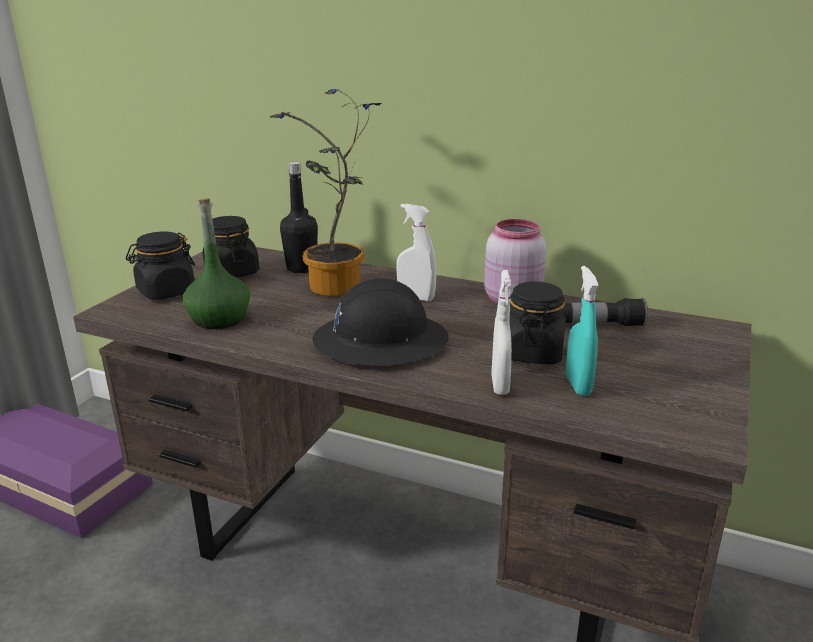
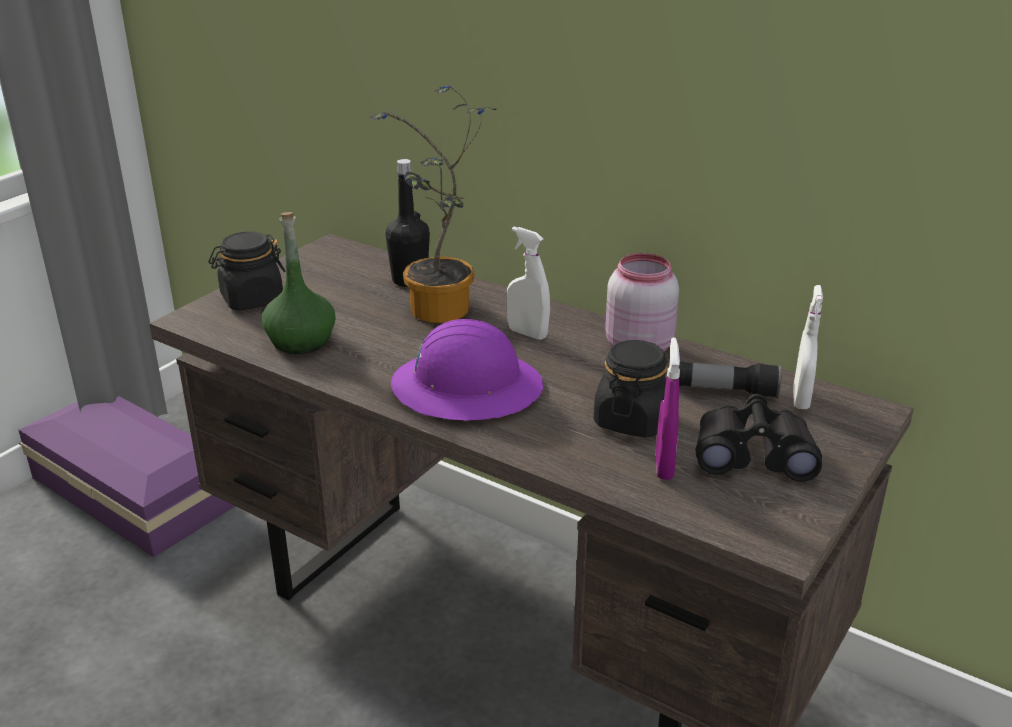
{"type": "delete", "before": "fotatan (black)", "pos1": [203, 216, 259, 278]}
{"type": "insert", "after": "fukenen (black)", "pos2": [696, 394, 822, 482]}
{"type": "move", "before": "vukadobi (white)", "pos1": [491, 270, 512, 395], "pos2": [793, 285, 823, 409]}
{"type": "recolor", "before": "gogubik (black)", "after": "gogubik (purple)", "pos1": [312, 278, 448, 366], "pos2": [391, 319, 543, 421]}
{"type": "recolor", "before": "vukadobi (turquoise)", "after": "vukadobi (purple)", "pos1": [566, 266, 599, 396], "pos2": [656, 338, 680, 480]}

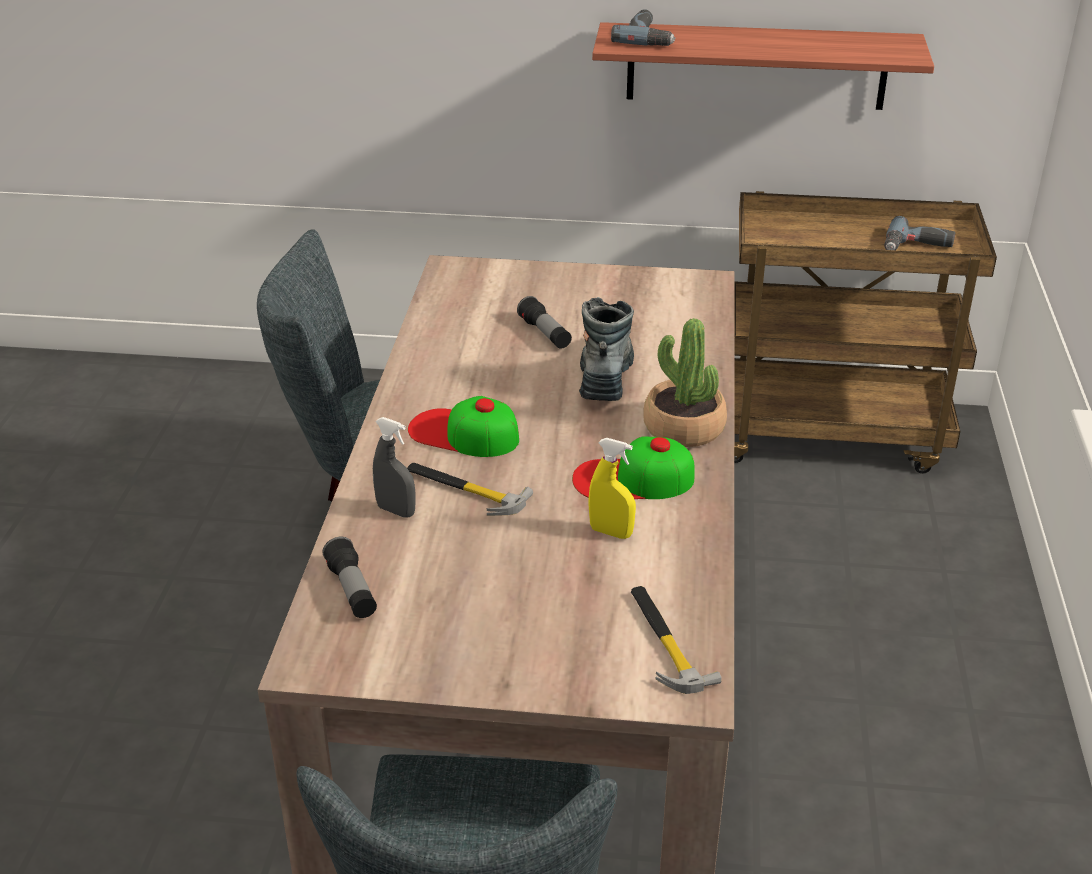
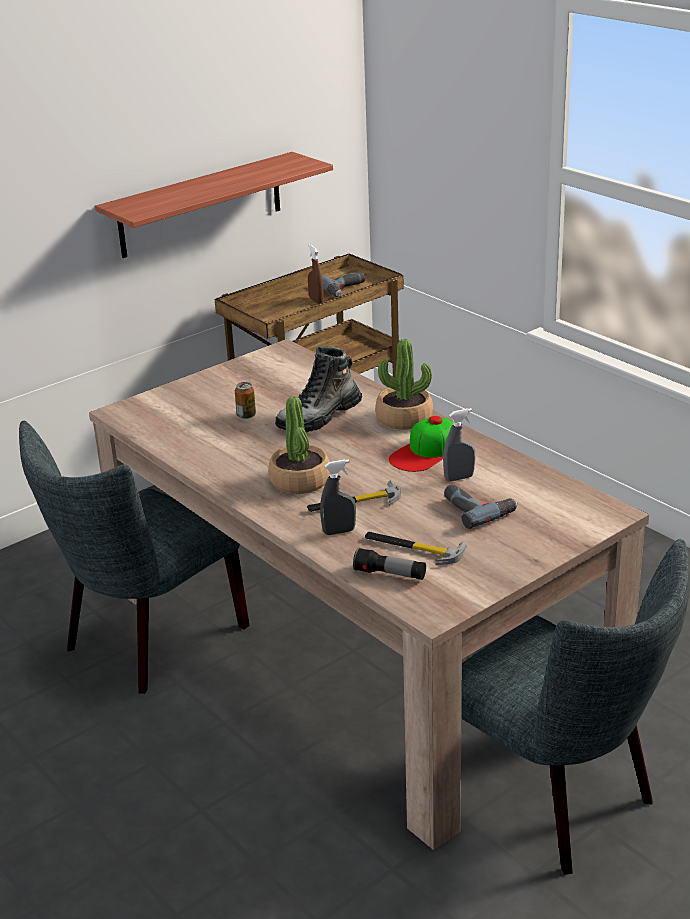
{"type": "insert", "after": "vukadobi (brown)", "pos2": [308, 244, 324, 304]}
{"type": "move", "before": "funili", "pos1": [611, 9, 675, 46], "pos2": [444, 484, 517, 529]}
{"type": "move", "before": "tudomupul", "pos1": [631, 586, 722, 694], "pos2": [365, 532, 467, 565]}
{"type": "replace", "before": "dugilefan", "after": "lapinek", "pos1": [408, 396, 519, 457], "pos2": [268, 396, 330, 494]}
{"type": "replace", "before": "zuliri", "after": "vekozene", "pos1": [517, 296, 572, 348], "pos2": [235, 382, 256, 419]}
{"type": "recolor", "before": "vukadobi (yellow)", "after": "vukadobi (grey)", "pos1": [588, 438, 636, 539], "pos2": [443, 408, 475, 481]}
{"type": "rotate", "before": "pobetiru", "pos1": [579, 297, 634, 401], "pos2": [275, 346, 362, 432], "turn": -90}

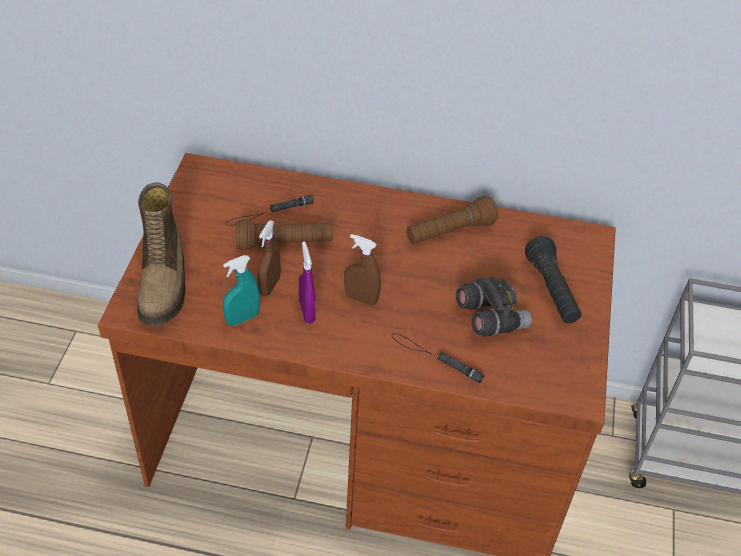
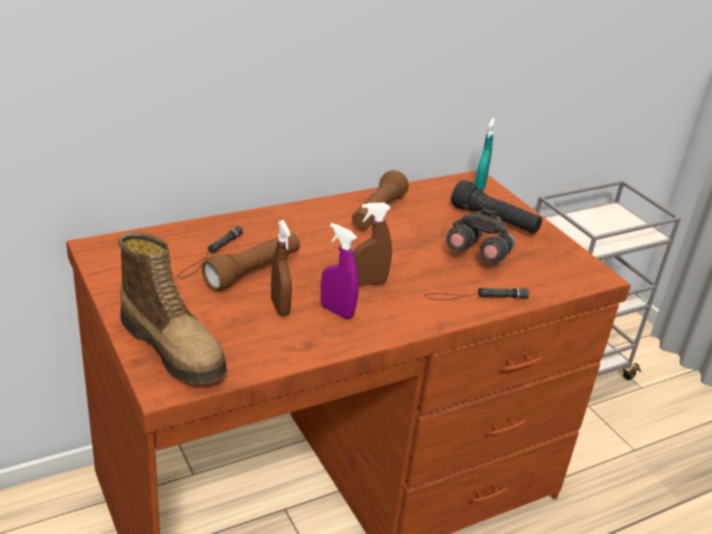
{"type": "move", "before": "vukadobi (turquoise)", "pos1": [223, 255, 260, 326], "pos2": [474, 118, 495, 191]}

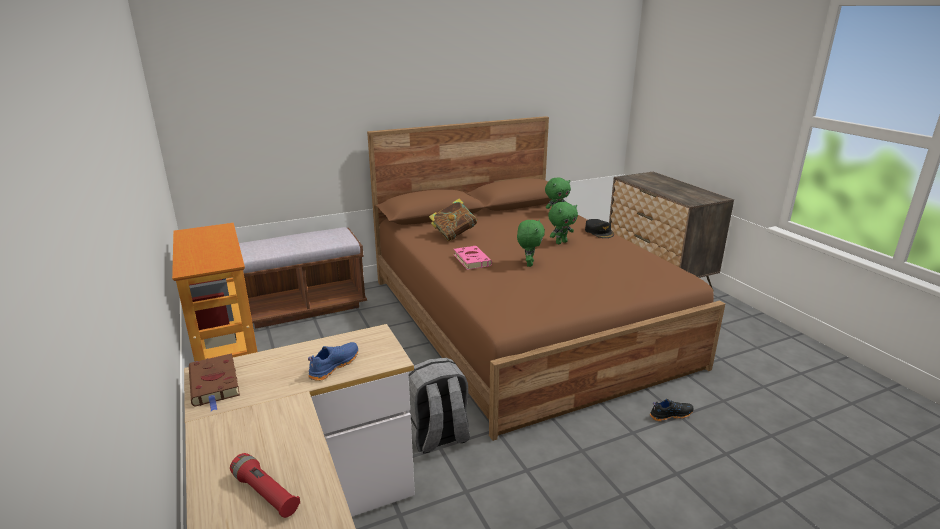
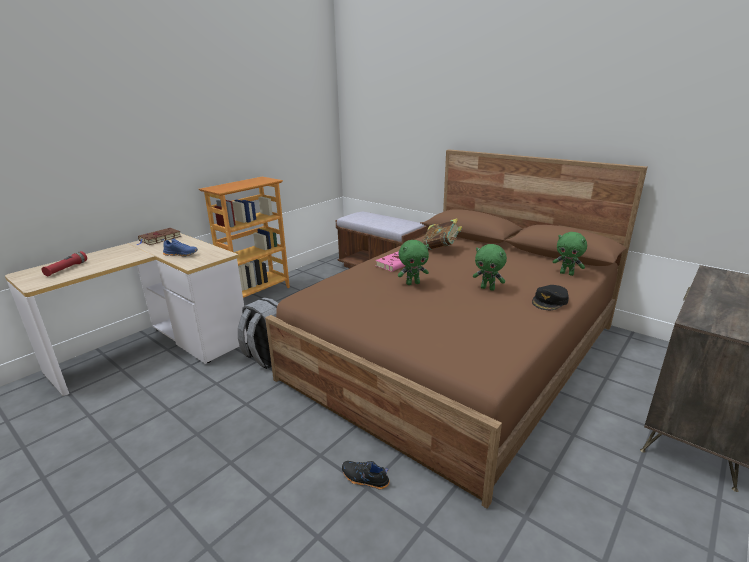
{"type": "rotate", "before": "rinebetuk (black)", "pos1": [650, 399, 693, 421], "pos2": [342, 461, 390, 490], "turn": 150}

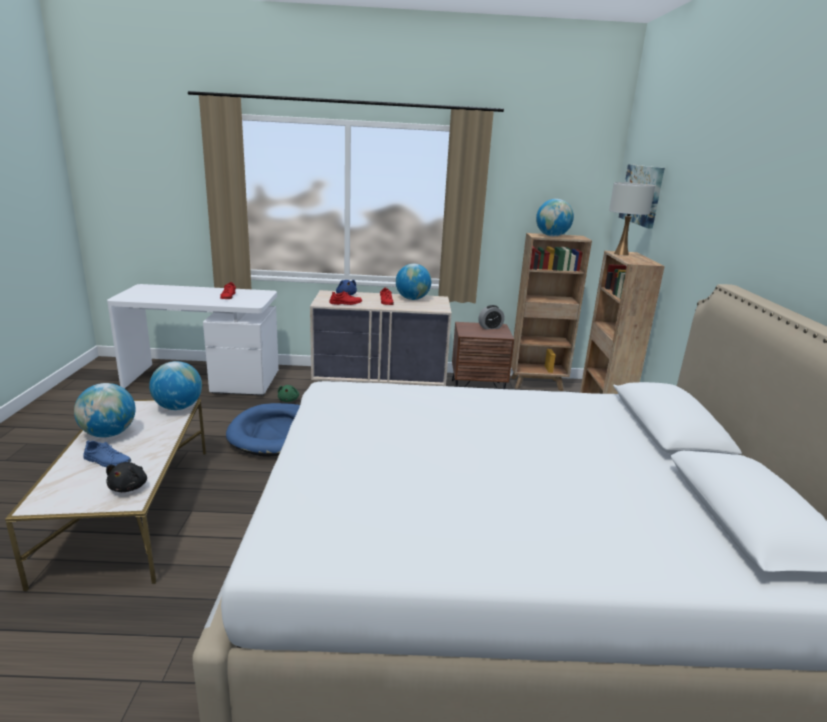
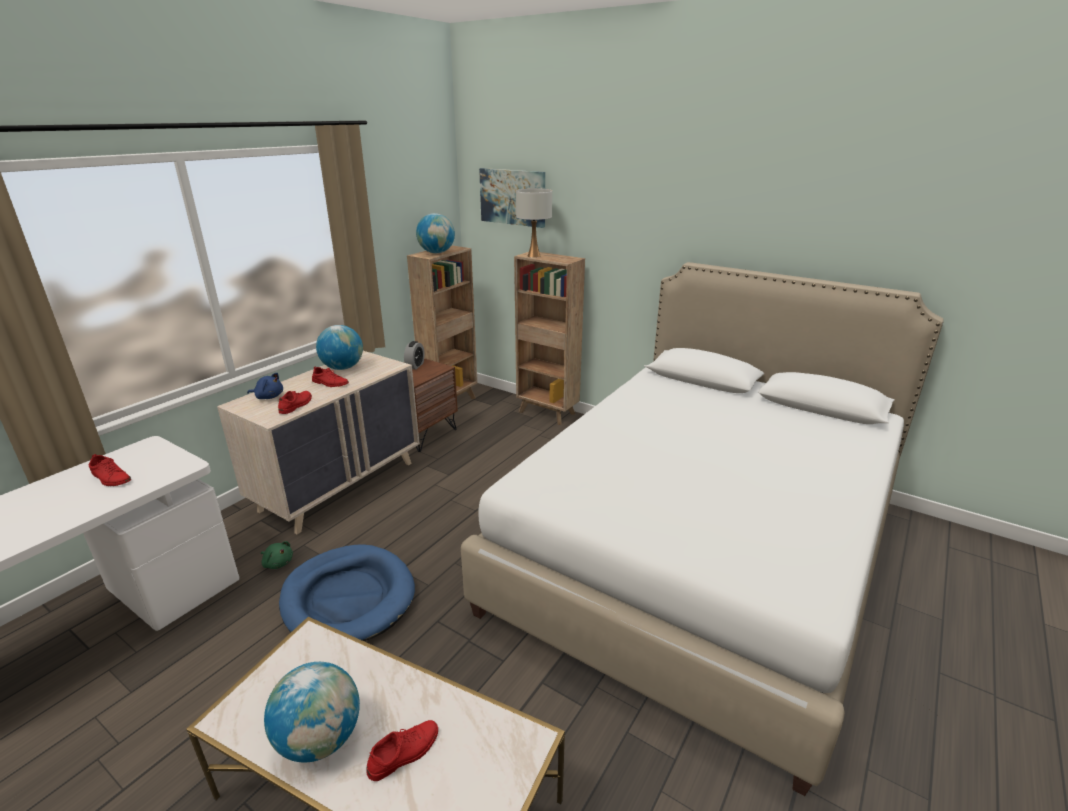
{"type": "delete", "before": "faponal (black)", "pos1": [106, 462, 147, 492]}
{"type": "delete", "before": "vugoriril", "pos1": [149, 361, 202, 410]}
{"type": "recolor", "before": "rinebetuk (blue)", "after": "rinebetuk (red)", "pos1": [83, 440, 131, 467], "pos2": [366, 720, 438, 781]}

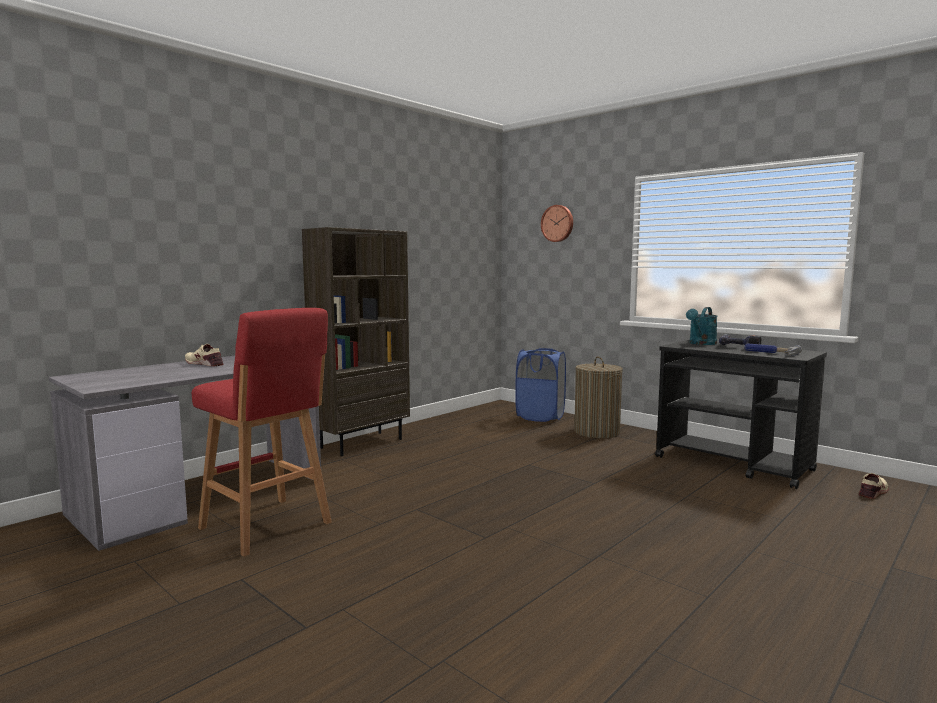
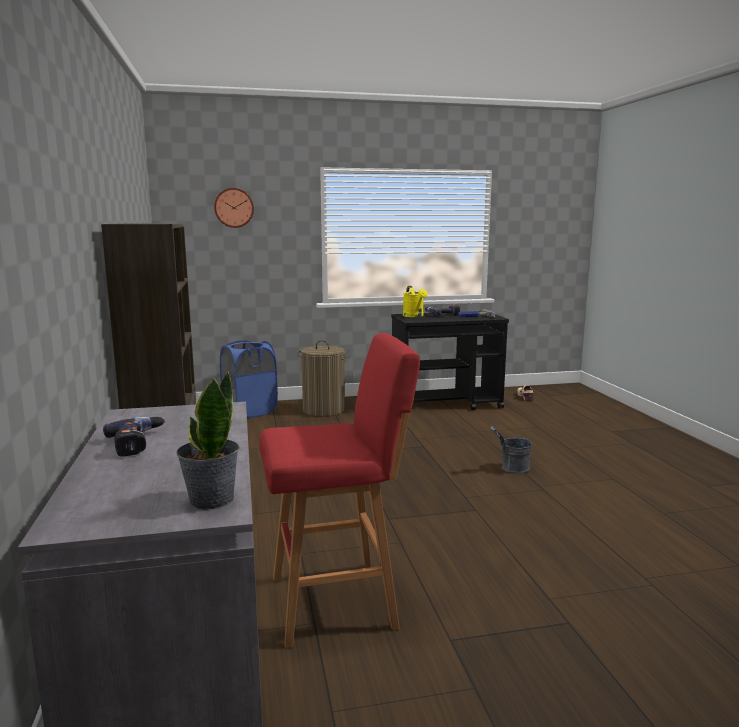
{"type": "insert", "after": "lapinek", "pos2": [176, 372, 240, 510]}
{"type": "insert", "after": "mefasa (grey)", "pos2": [490, 426, 532, 473]}
{"type": "replace", "before": "rinebetuk (beige)", "after": "funili", "pos1": [185, 344, 223, 366], "pos2": [103, 417, 165, 457]}
{"type": "recolor", "before": "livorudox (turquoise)", "after": "livorudox (yellow)", "pos1": [686, 307, 718, 345], "pos2": [403, 286, 428, 317]}

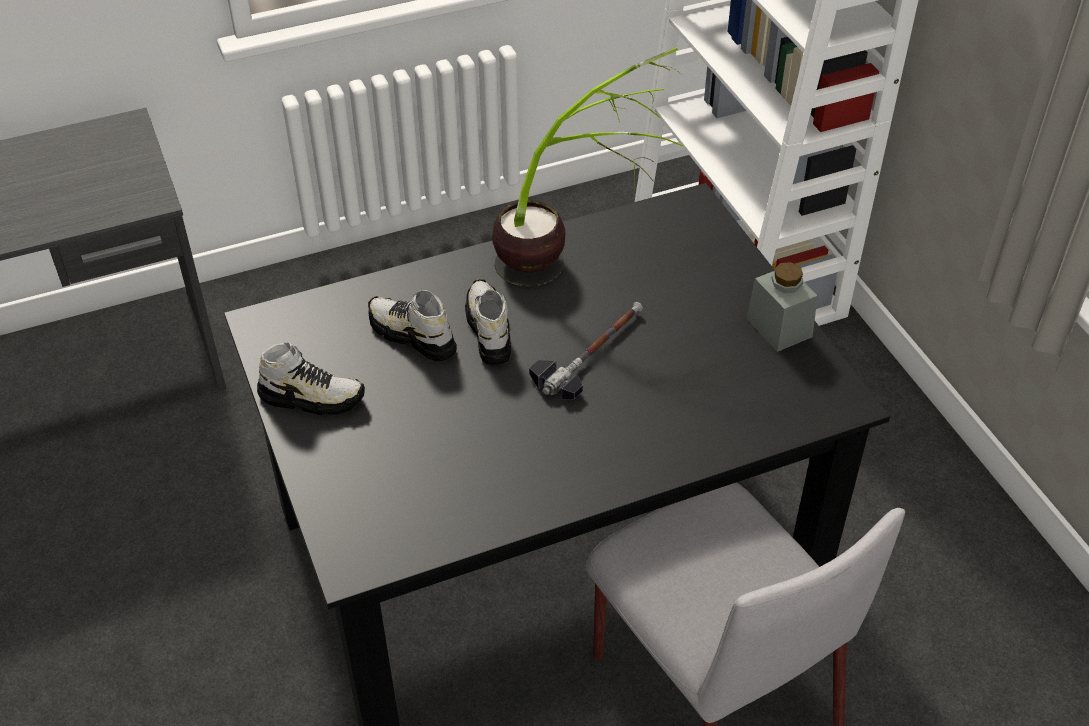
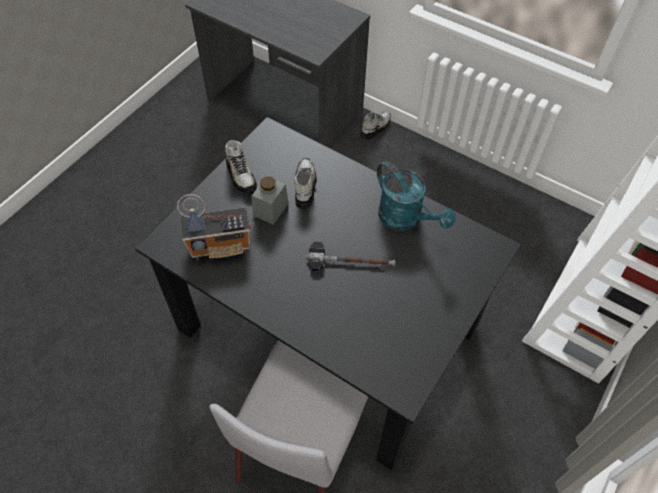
{"type": "insert", "after": "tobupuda", "pos2": [177, 194, 251, 260]}
{"type": "move", "before": "rinebetuk", "pos1": [465, 279, 511, 365], "pos2": [360, 112, 391, 140]}
{"type": "move", "before": "fotatan (grey)", "pos1": [746, 262, 818, 352], "pos2": [252, 176, 289, 225]}
{"type": "replace", "before": "lapinek", "after": "livorudox (turquoise)", "pos1": [492, 47, 683, 286], "pos2": [377, 161, 455, 231]}

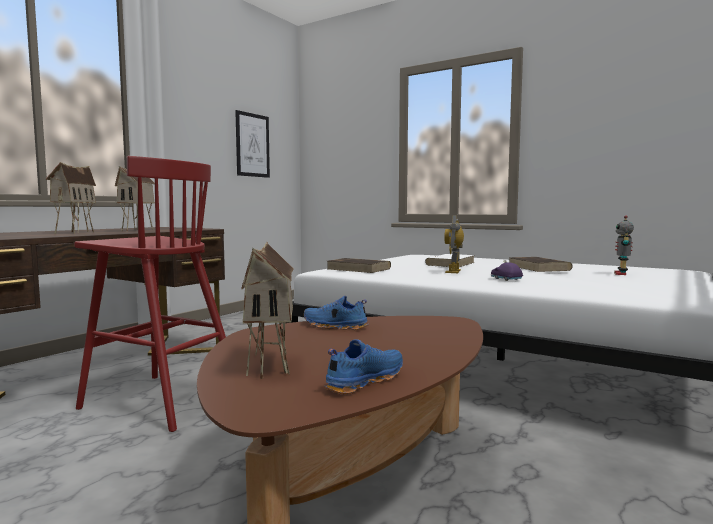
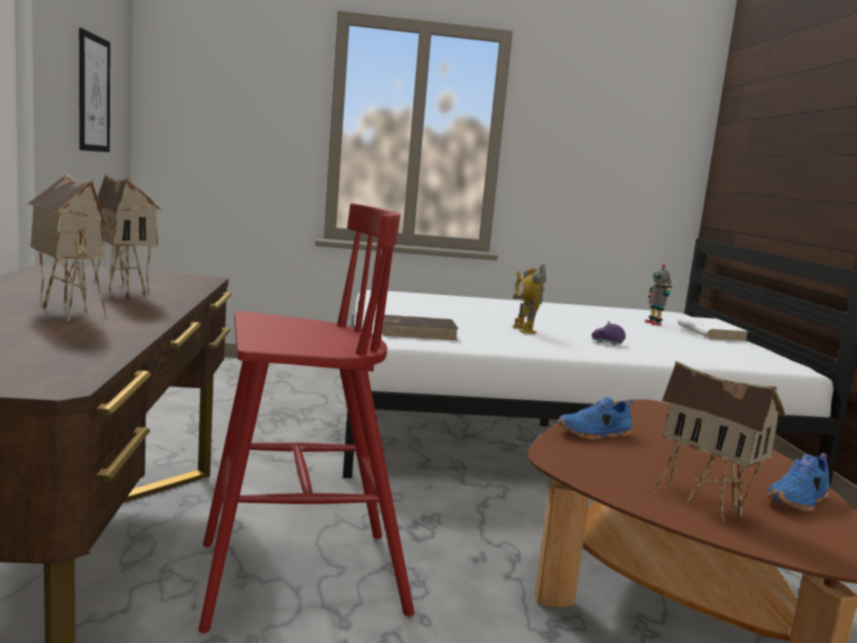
{"type": "delete", "before": "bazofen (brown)", "pos1": [509, 257, 573, 272]}
{"type": "move", "before": "bazofen (white)", "pos1": [425, 254, 475, 267], "pos2": [678, 316, 749, 341]}
{"type": "rotate", "before": "rinebetuk (blue)", "pos1": [324, 339, 403, 394], "pos2": [767, 453, 830, 512], "turn": -135}

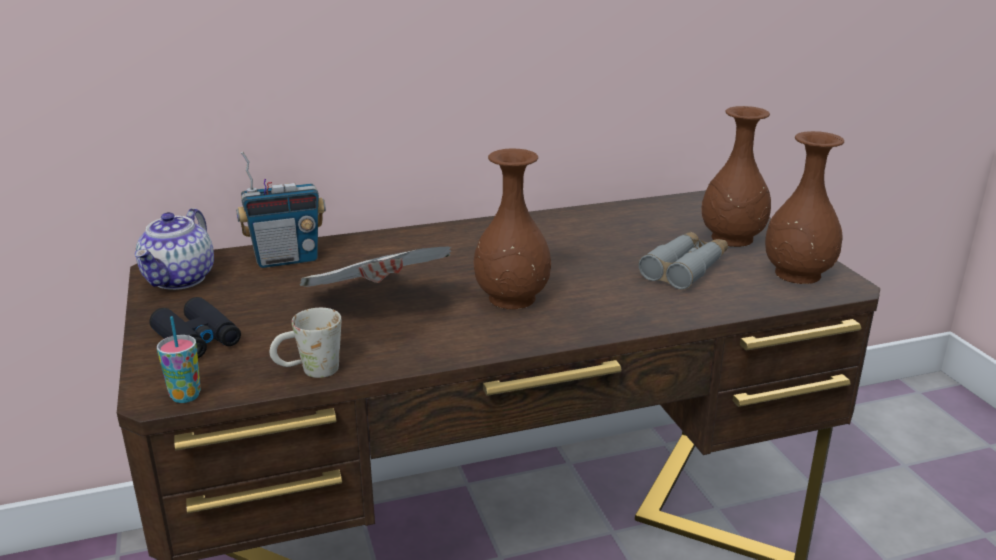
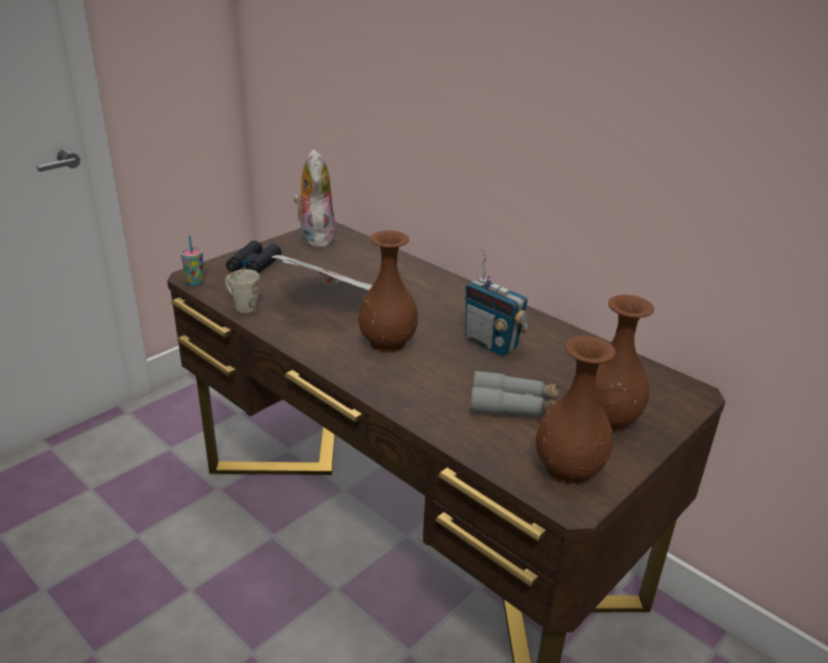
{"type": "move", "before": "tobupuda", "pos1": [236, 151, 326, 268], "pos2": [463, 249, 530, 356]}
{"type": "replace", "before": "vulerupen", "after": "faponal", "pos1": [135, 208, 214, 290], "pos2": [293, 149, 337, 248]}

